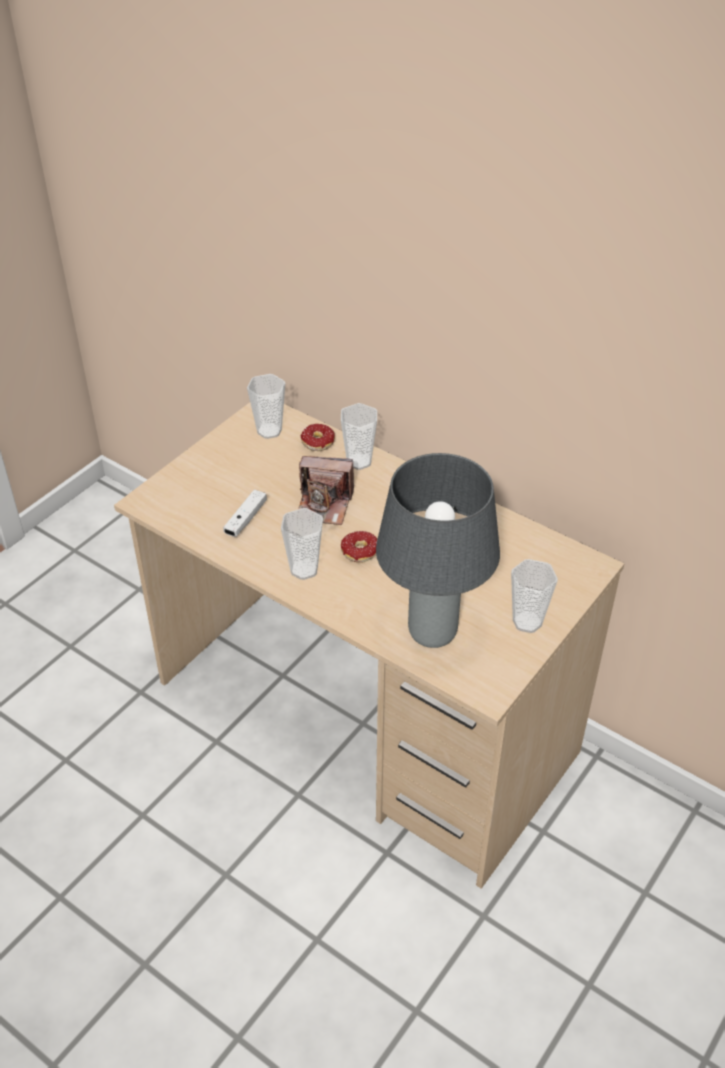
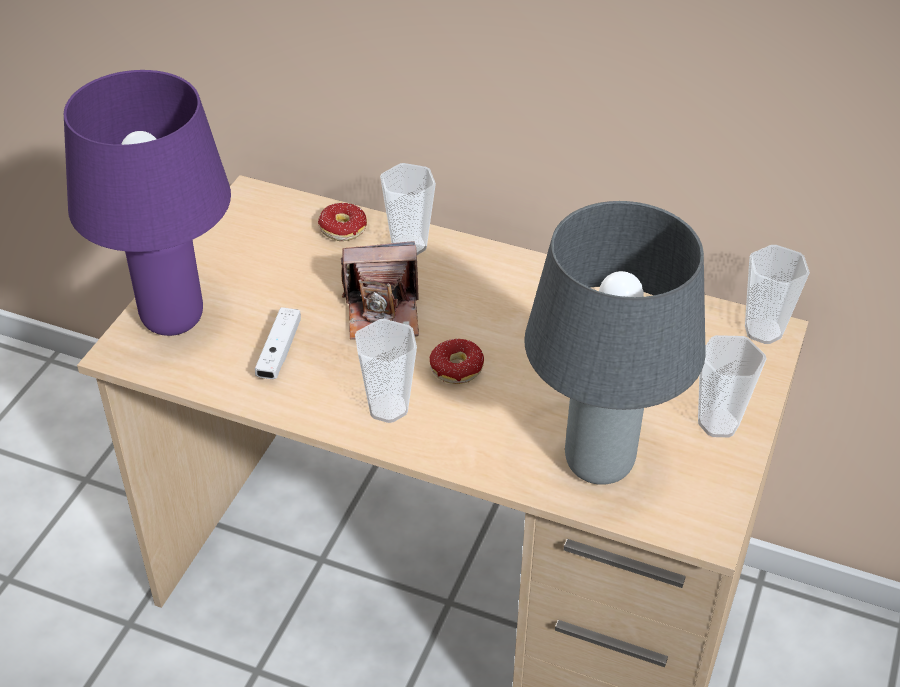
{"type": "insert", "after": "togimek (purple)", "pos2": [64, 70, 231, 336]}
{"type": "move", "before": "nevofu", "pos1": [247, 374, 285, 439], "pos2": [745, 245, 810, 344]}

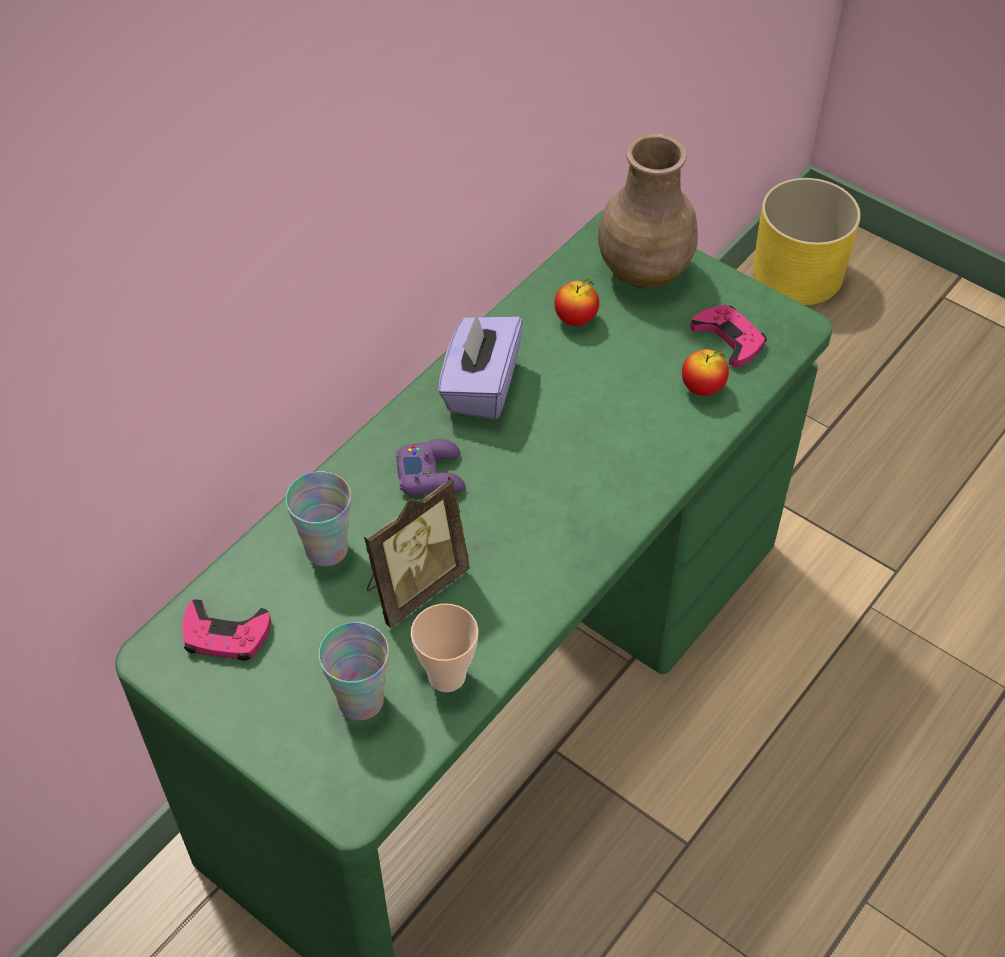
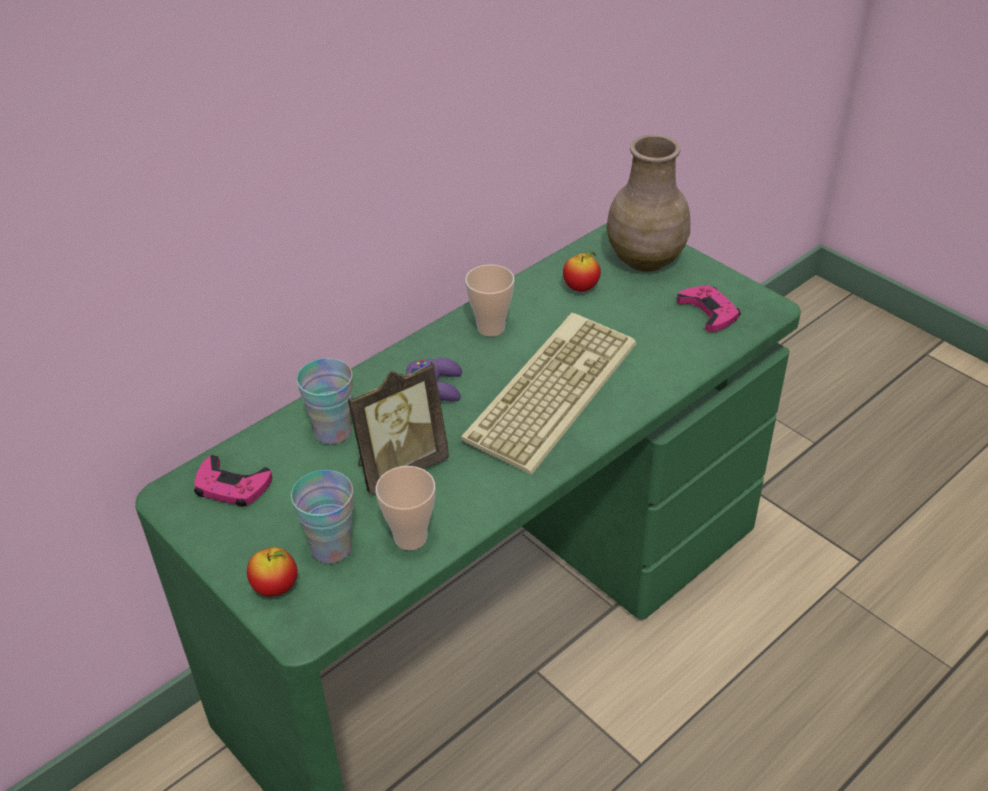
{"type": "delete", "before": "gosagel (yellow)", "pos1": [753, 178, 861, 305]}
{"type": "insert", "after": "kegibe", "pos2": [461, 313, 637, 475]}
{"type": "move", "before": "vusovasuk", "pos1": [682, 349, 729, 396], "pos2": [247, 547, 297, 597]}
{"type": "replace", "before": "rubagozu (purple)", "after": "nevofu", "pos1": [438, 313, 523, 420], "pos2": [465, 265, 514, 337]}

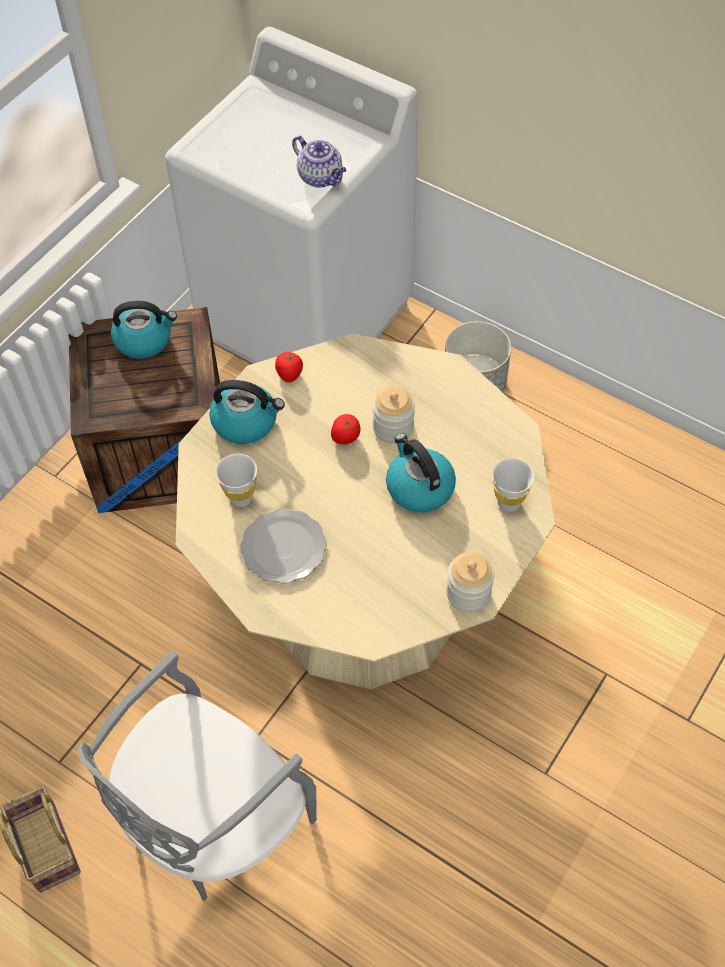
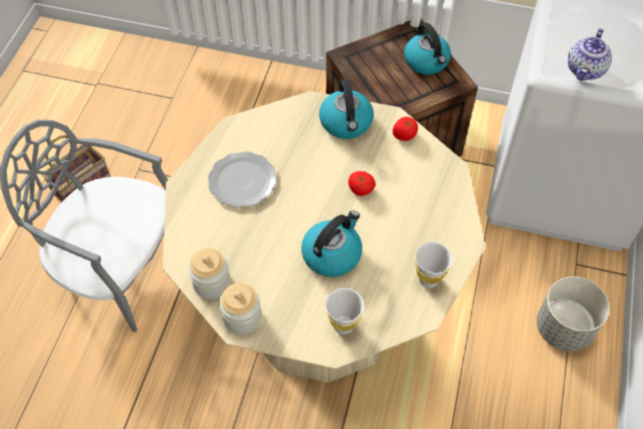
{"type": "move", "before": "nevofu (white)", "pos1": [216, 453, 257, 507], "pos2": [415, 242, 453, 288]}
{"type": "move", "before": "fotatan", "pos1": [373, 386, 415, 444], "pos2": [188, 248, 230, 299]}

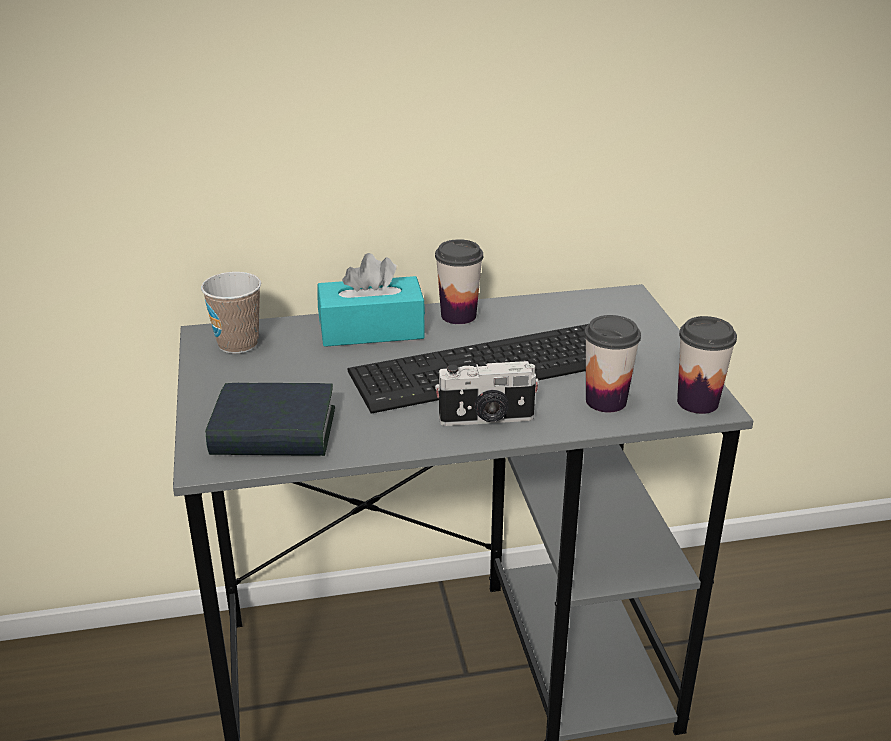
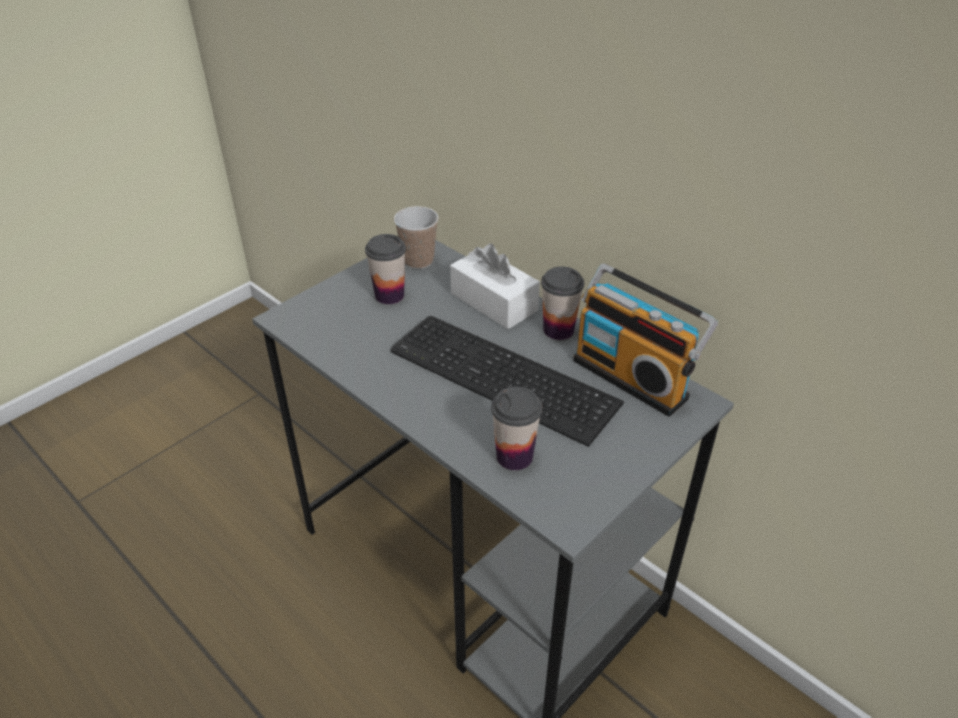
{"type": "delete", "before": "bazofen", "pos1": [205, 383, 335, 456]}
{"type": "delete", "before": "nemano", "pos1": [435, 361, 539, 426]}
{"type": "insert", "after": "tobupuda", "pos2": [573, 263, 718, 417]}
{"type": "move", "before": "nevofu", "pos1": [677, 316, 737, 414], "pos2": [365, 234, 406, 304]}
{"type": "recolor", "before": "rubagozu (turquoise)", "after": "rubagozu (white)", "pos1": [318, 253, 425, 347], "pos2": [450, 243, 540, 329]}

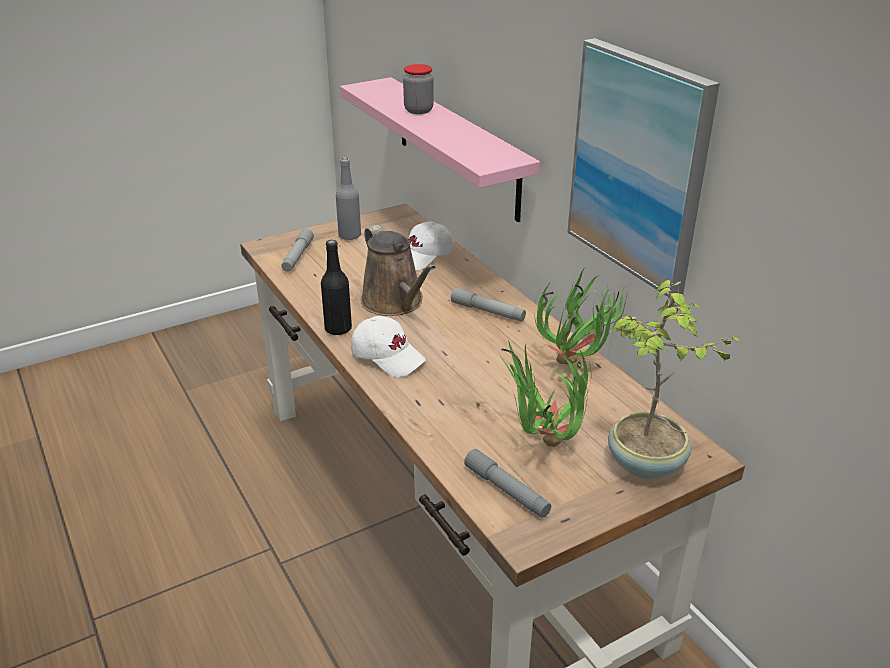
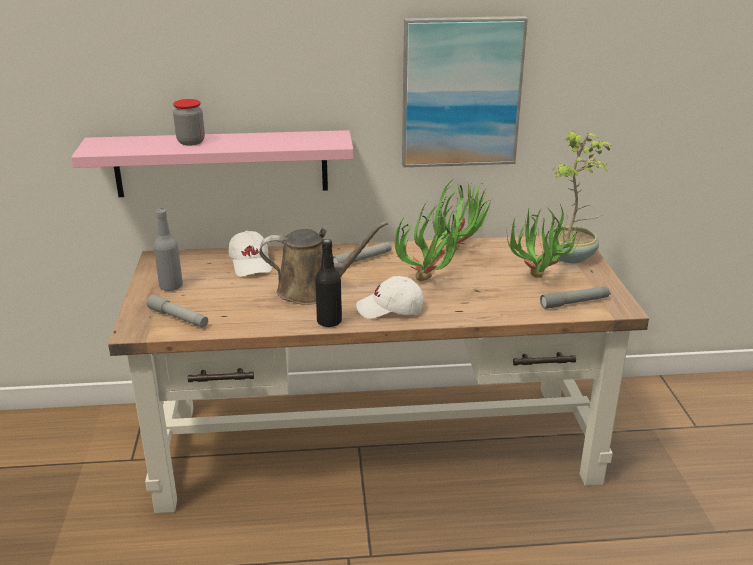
{"type": "insert", "after": "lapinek", "pos2": [395, 202, 466, 281]}
{"type": "rotate", "before": "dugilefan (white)", "pos1": [351, 316, 426, 377], "pos2": [356, 276, 423, 319], "turn": -150}

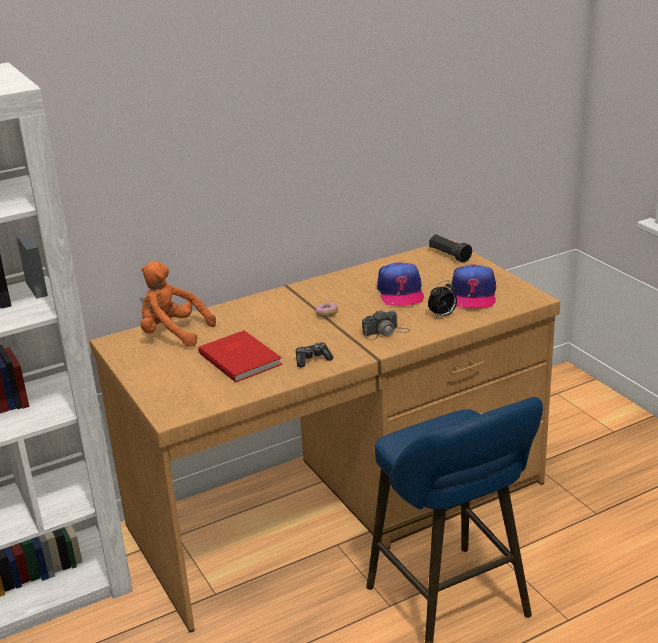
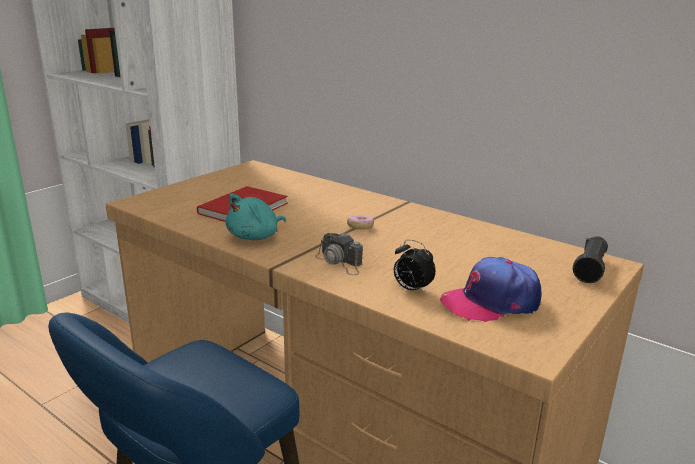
{"type": "delete", "before": "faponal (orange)", "pos1": [140, 261, 216, 347]}
{"type": "delete", "before": "dugilefan", "pos1": [377, 262, 424, 306]}
{"type": "replace", "before": "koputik", "after": "faponal (turquoise)", "pos1": [296, 342, 333, 368], "pos2": [226, 194, 286, 240]}

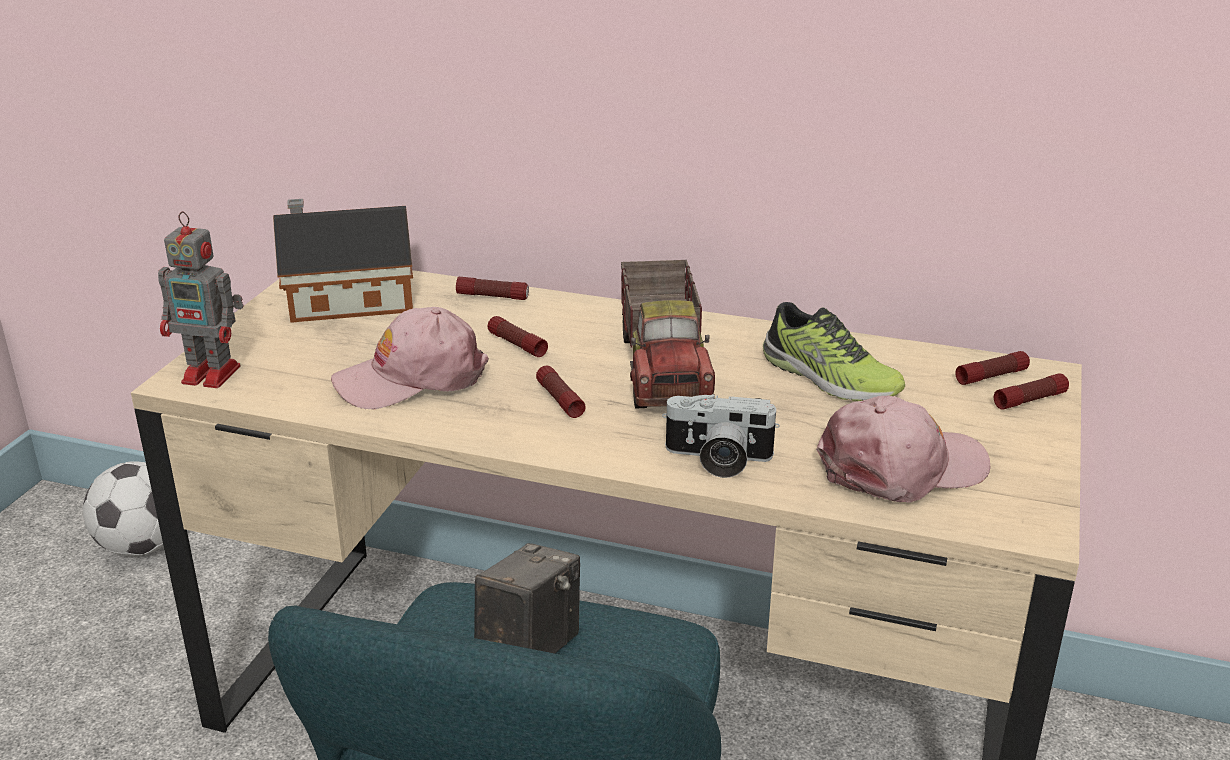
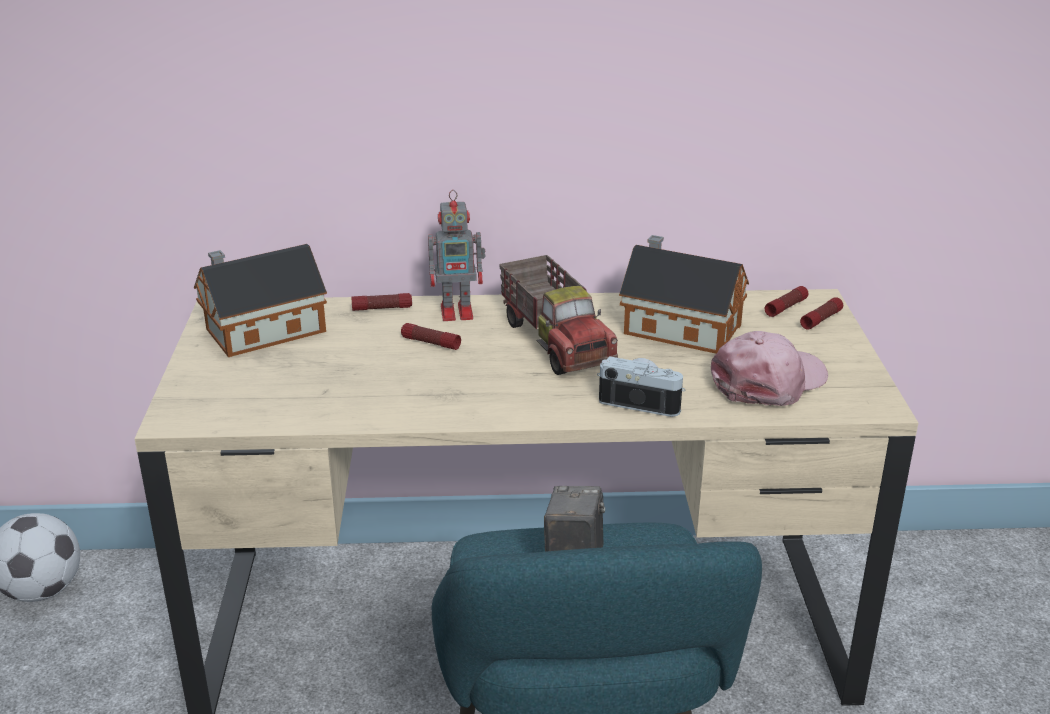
{"type": "delete", "before": "dugilefan (pink)", "pos1": [331, 307, 489, 409]}
{"type": "delete", "before": "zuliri", "pos1": [536, 365, 586, 418]}
{"type": "move", "before": "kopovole", "pos1": [158, 211, 243, 388], "pos2": [428, 190, 486, 321]}
{"type": "replace", "before": "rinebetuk", "after": "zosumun", "pos1": [763, 302, 905, 401], "pos2": [619, 235, 749, 354]}
{"type": "rotate", "before": "nemano", "pos1": [662, 394, 780, 478], "pos2": [597, 356, 685, 417], "turn": -150}

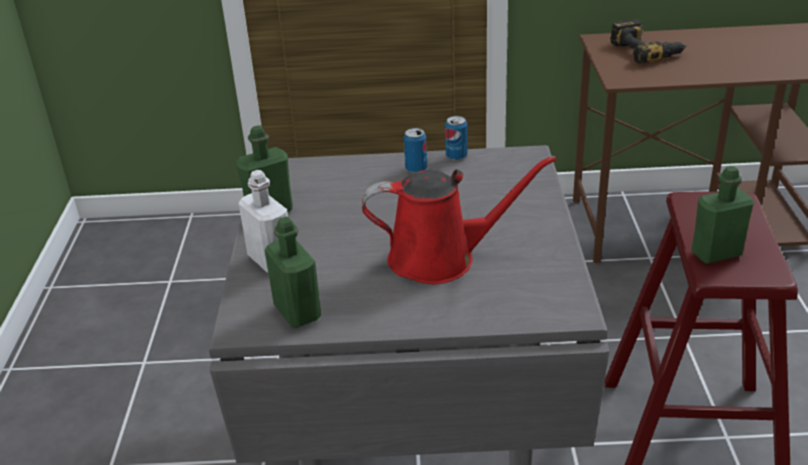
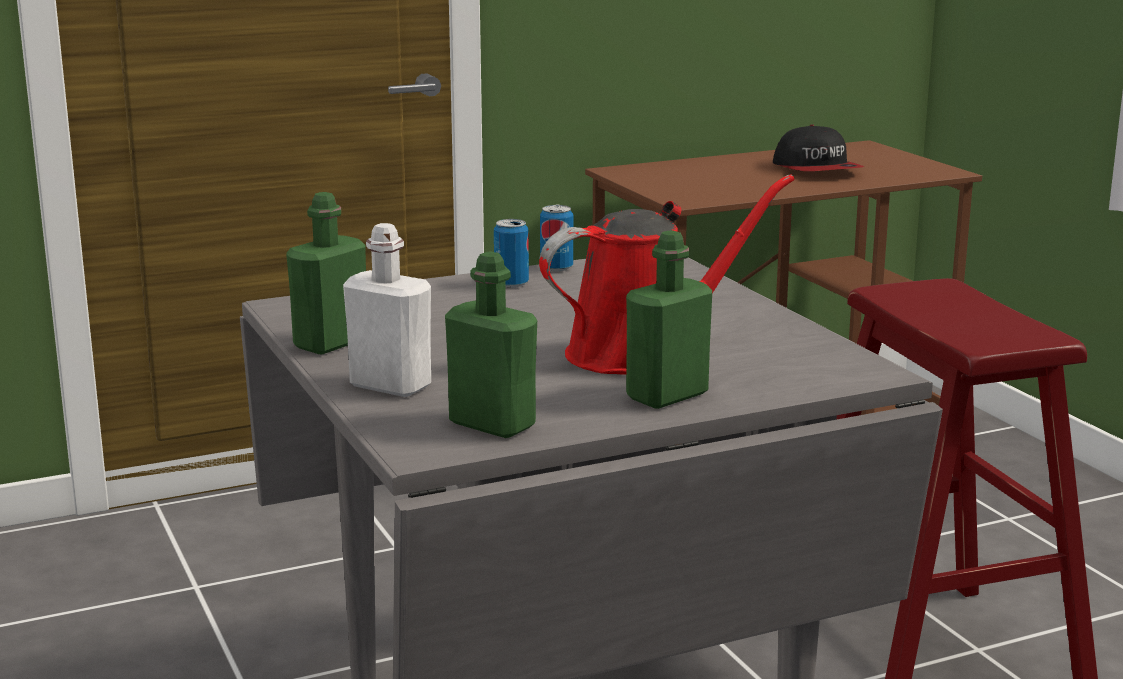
{"type": "delete", "before": "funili", "pos1": [610, 20, 686, 63]}
{"type": "insert", "after": "dugilefan", "pos2": [773, 124, 864, 171]}
{"type": "move", "before": "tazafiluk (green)", "pos1": [692, 166, 754, 264], "pos2": [626, 231, 712, 409]}

